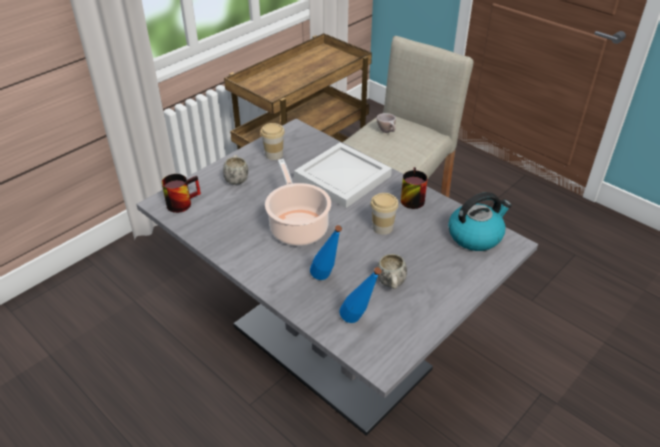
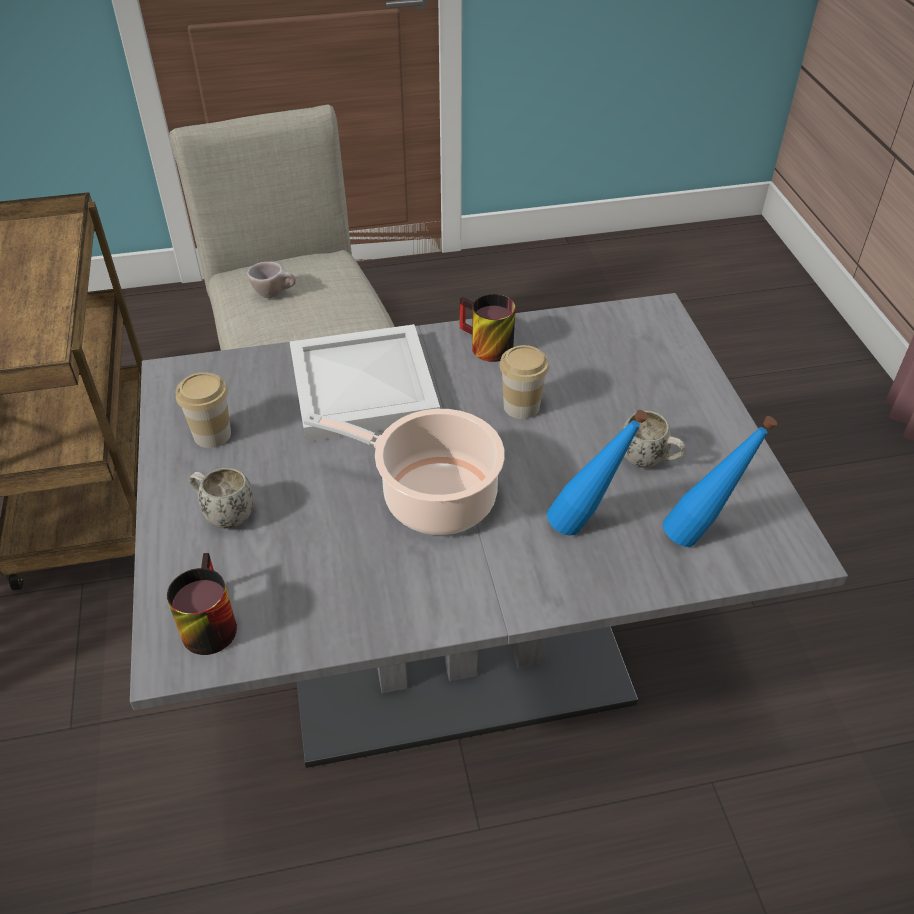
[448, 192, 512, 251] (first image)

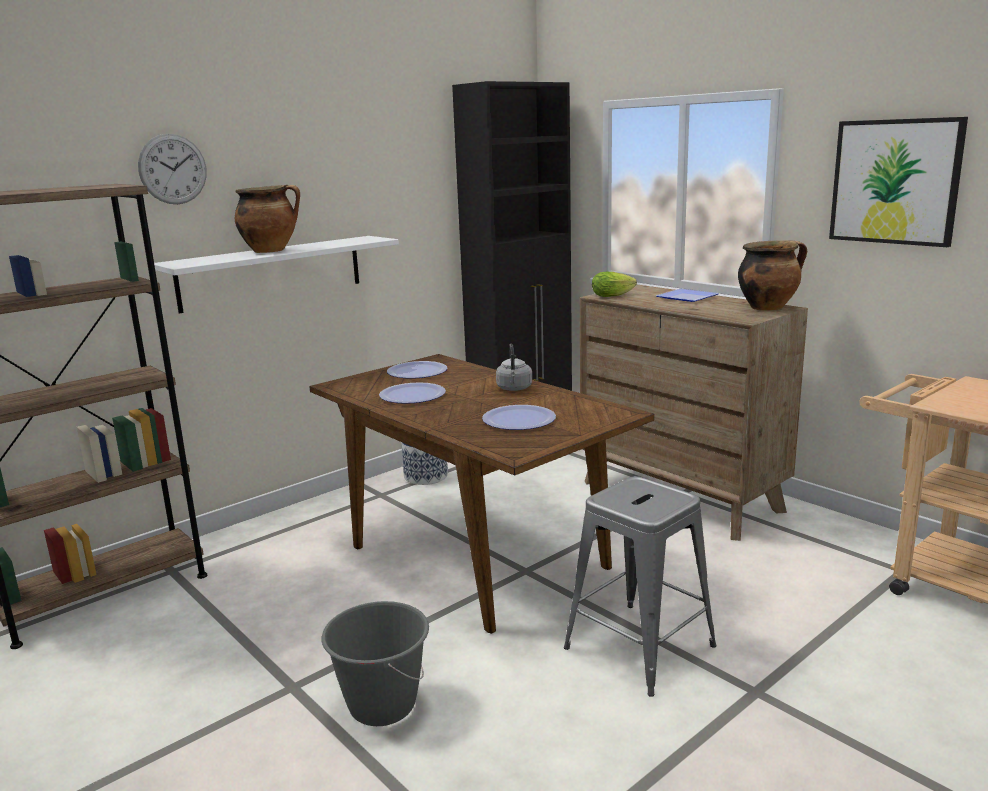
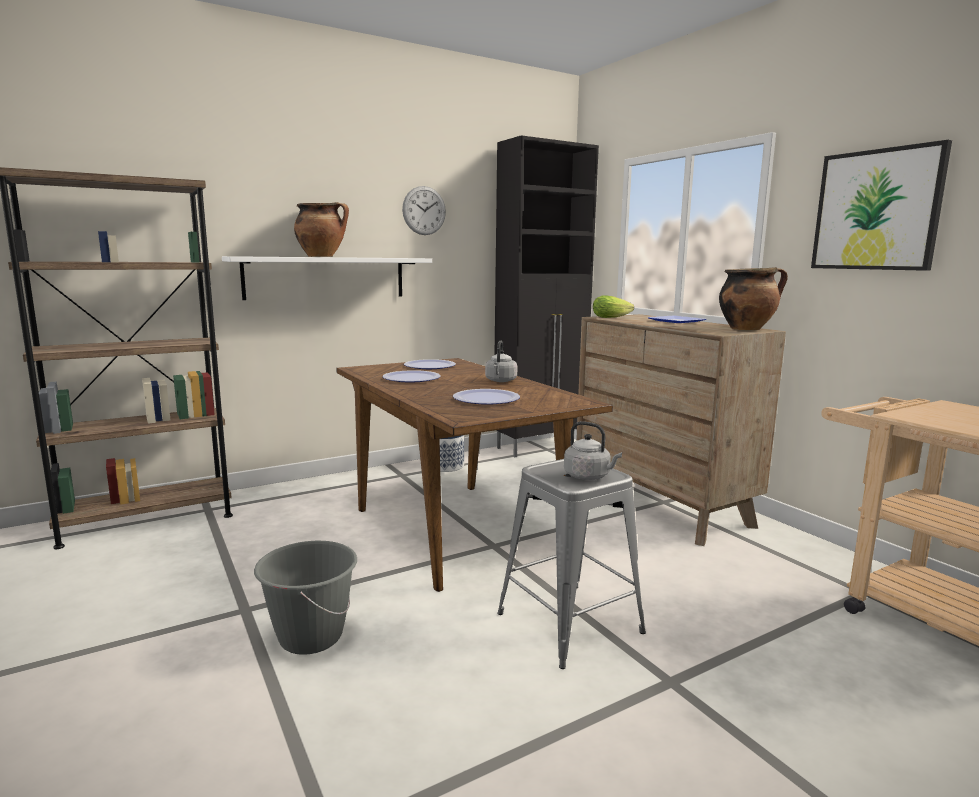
[402, 186, 446, 235]
[564, 421, 622, 480]

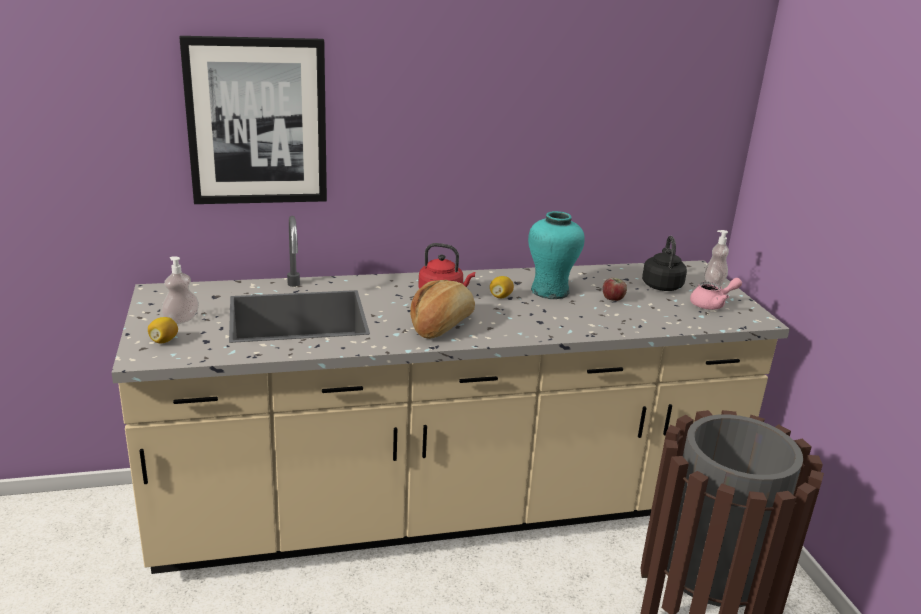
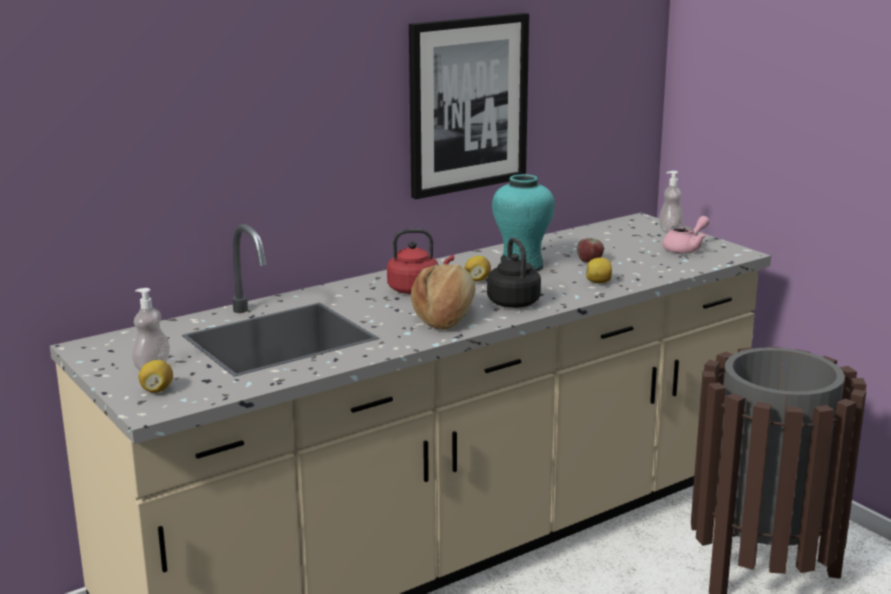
[409, 13, 529, 199]
[487, 237, 541, 308]
[585, 258, 612, 283]

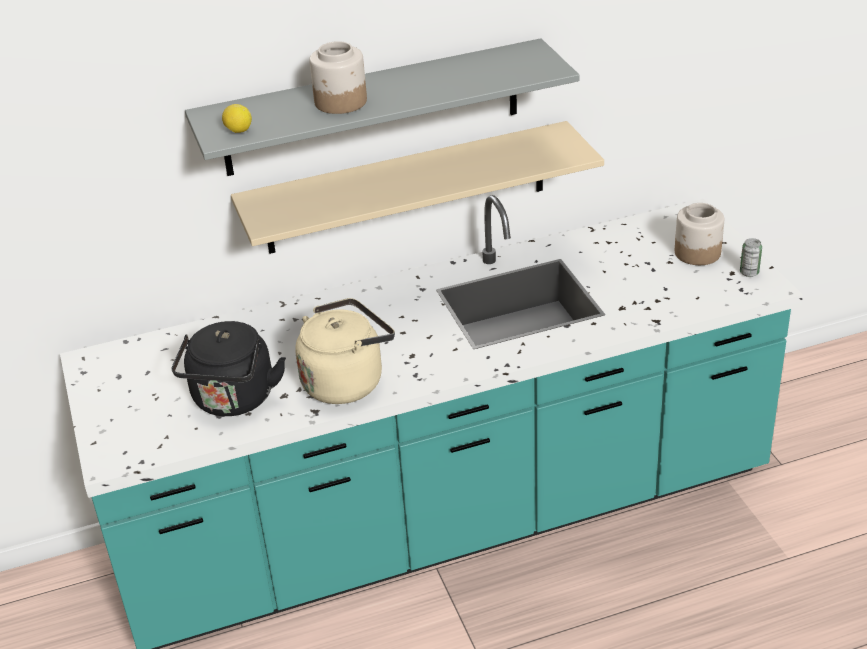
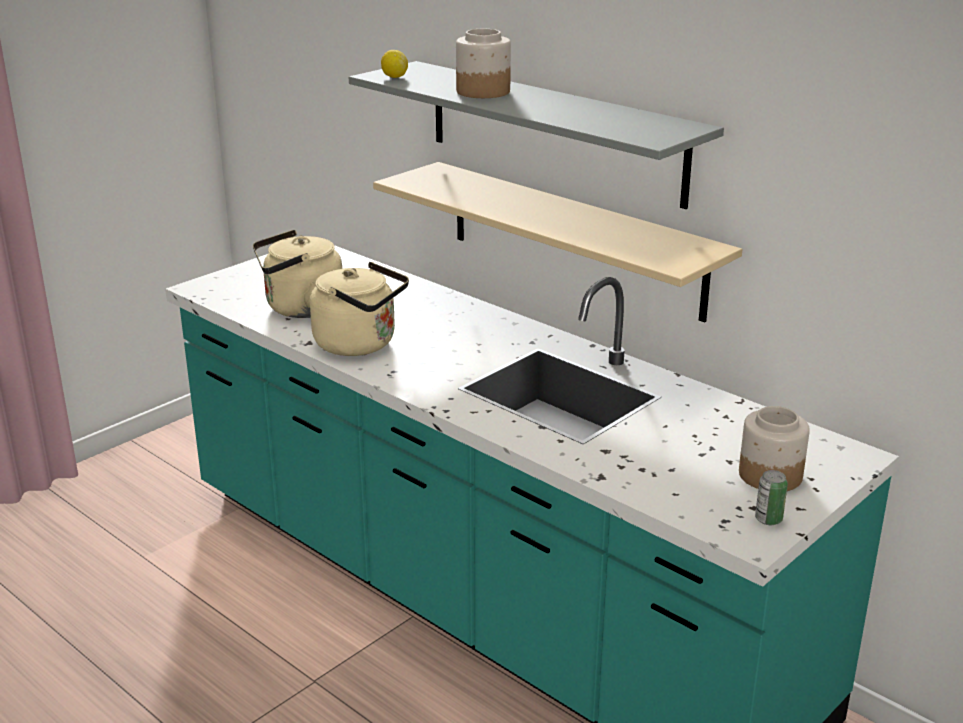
[253, 230, 342, 318]

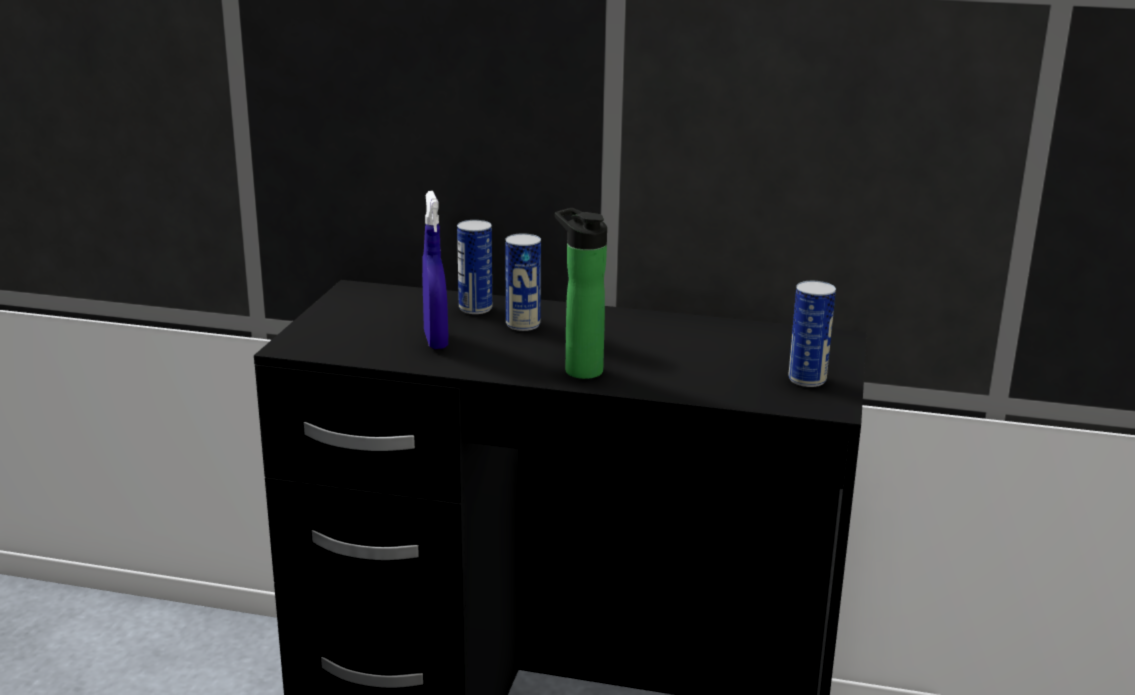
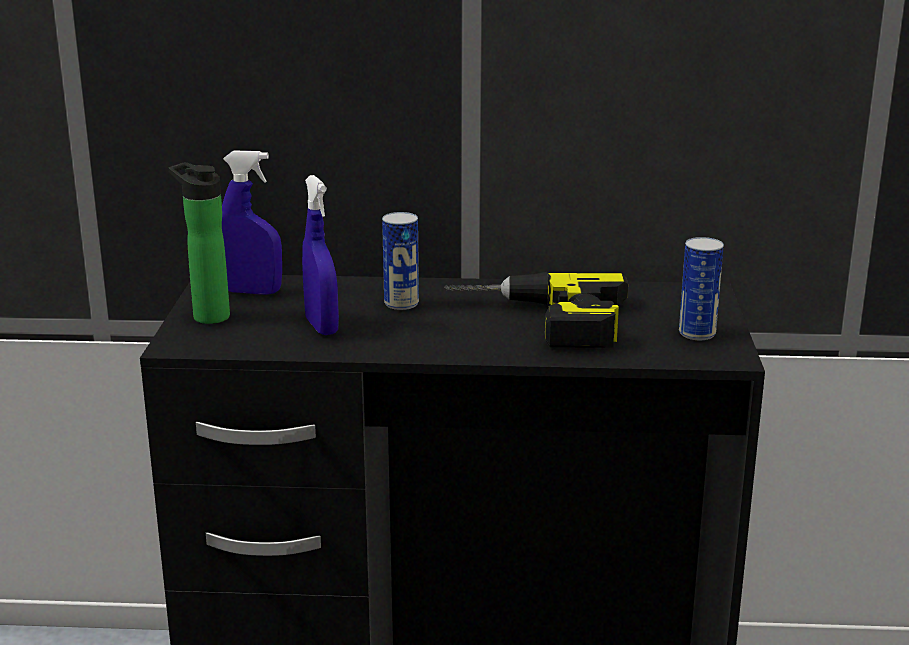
[169, 162, 230, 324]
[457, 220, 492, 314] (first image)
[222, 150, 282, 295]
[444, 272, 628, 348]

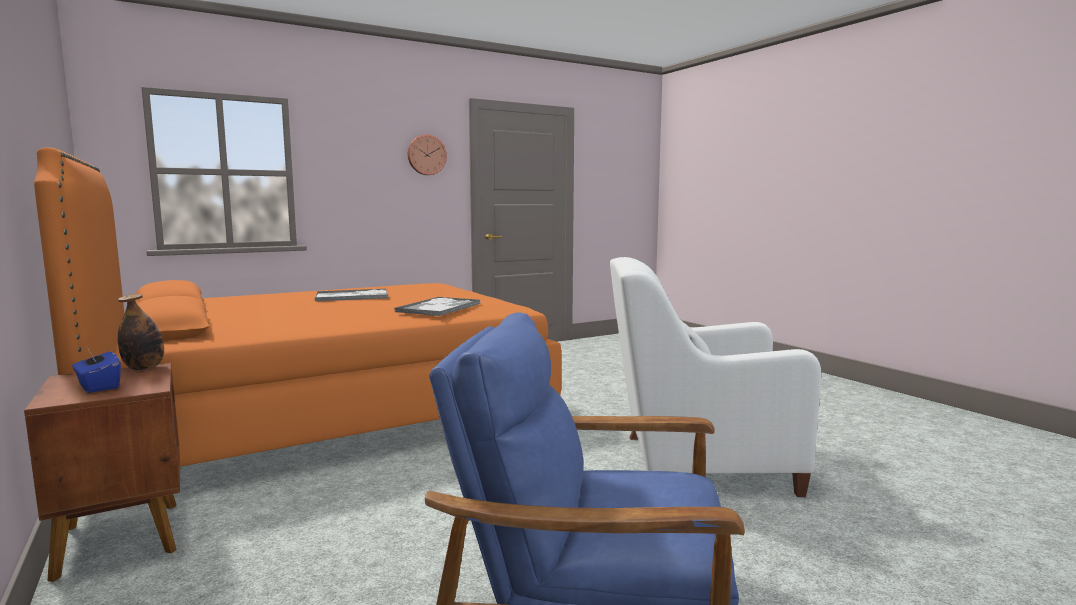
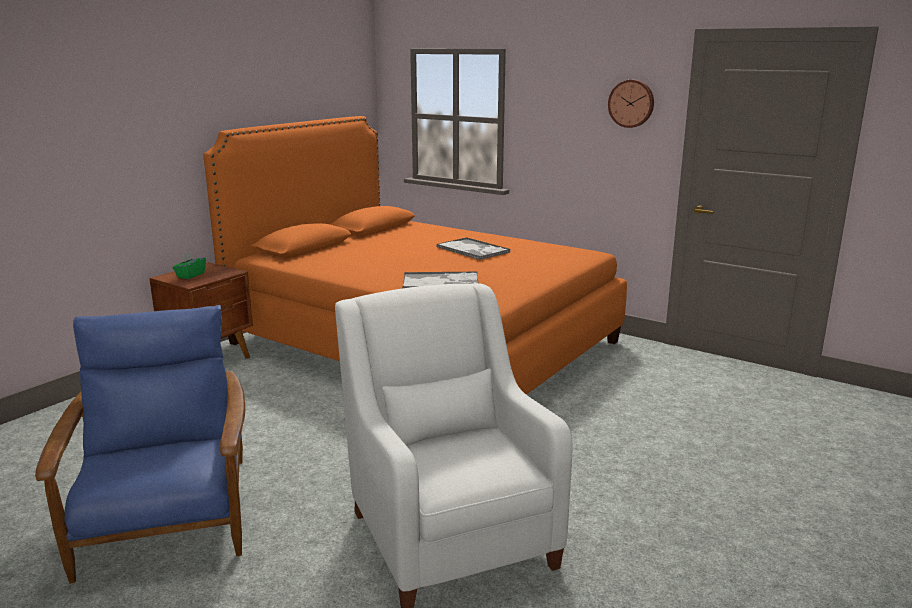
[118, 294, 164, 370] (first image)
[173, 252, 206, 279]

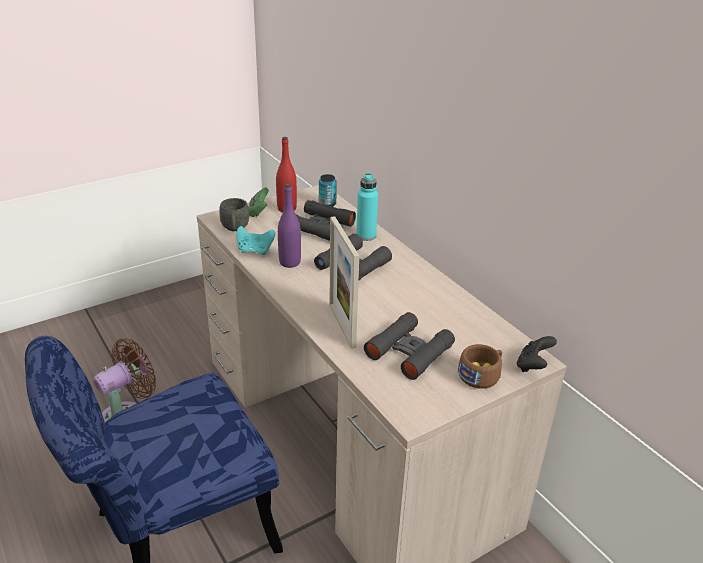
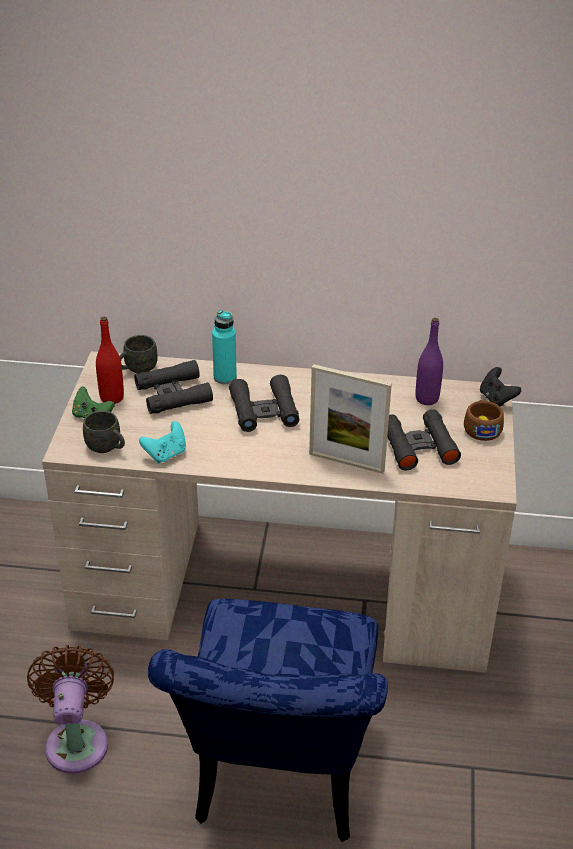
[119, 335, 158, 374]
[416, 318, 443, 405]

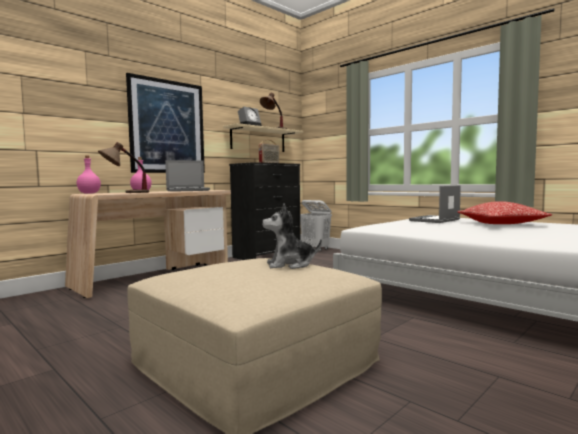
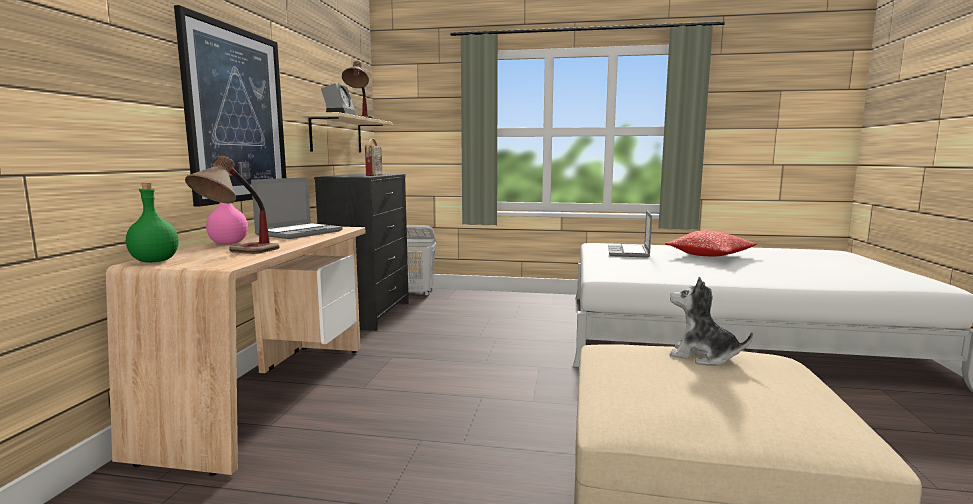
[126, 183, 179, 263]
[670, 277, 753, 366]

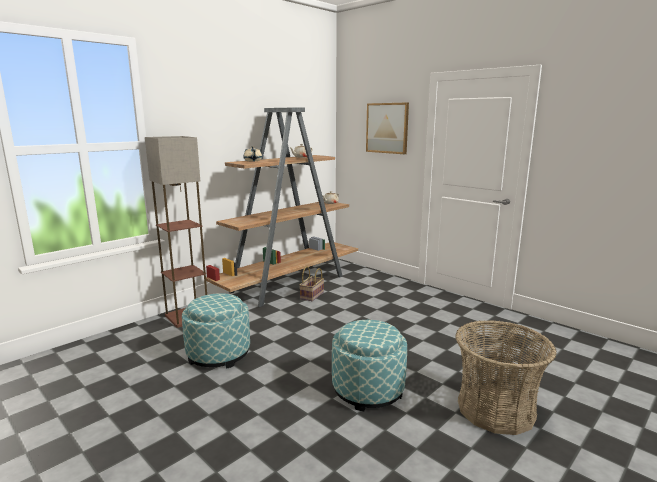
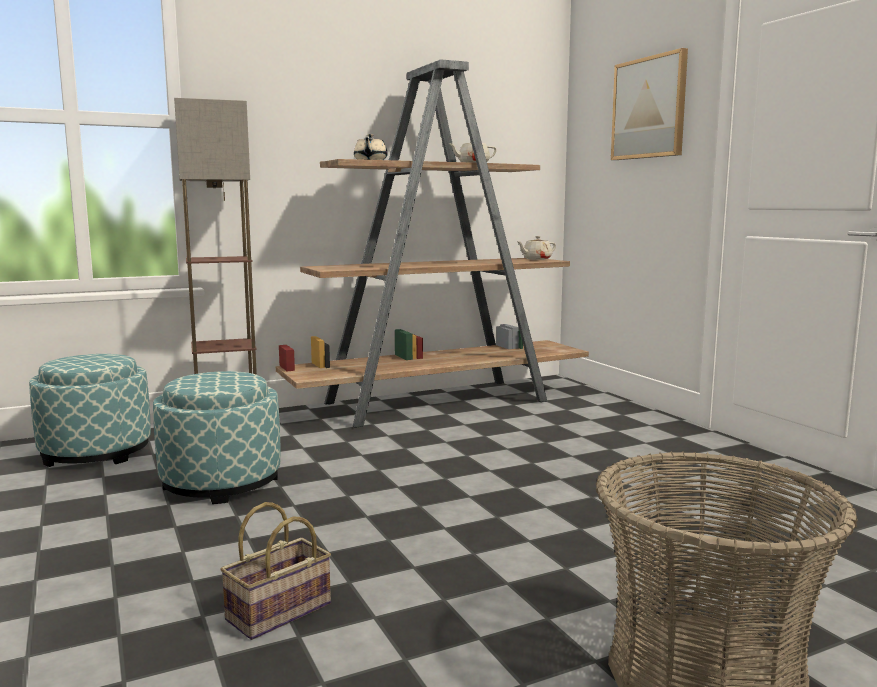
[220, 502, 331, 640]
[29, 354, 151, 467]

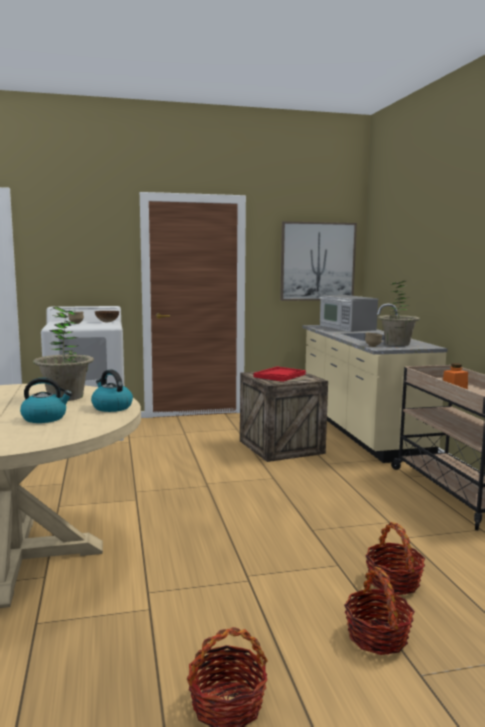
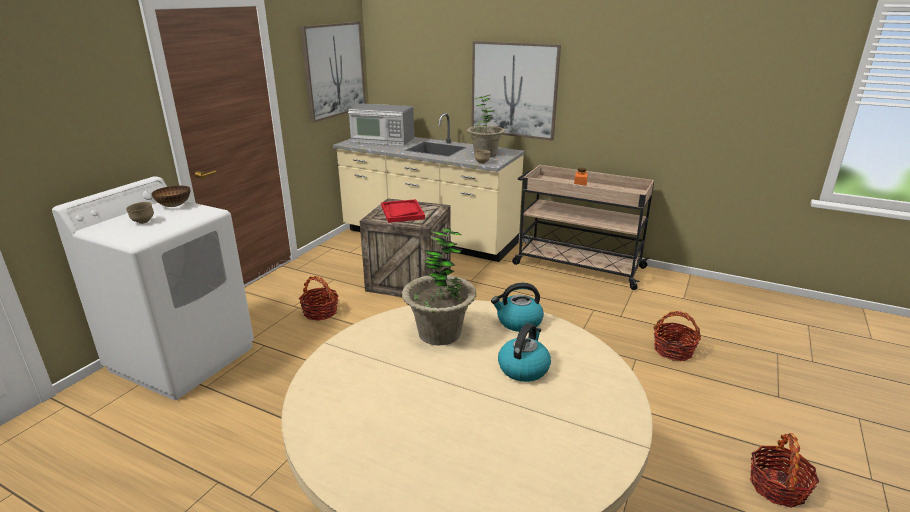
[299, 276, 338, 321]
[471, 41, 561, 141]

